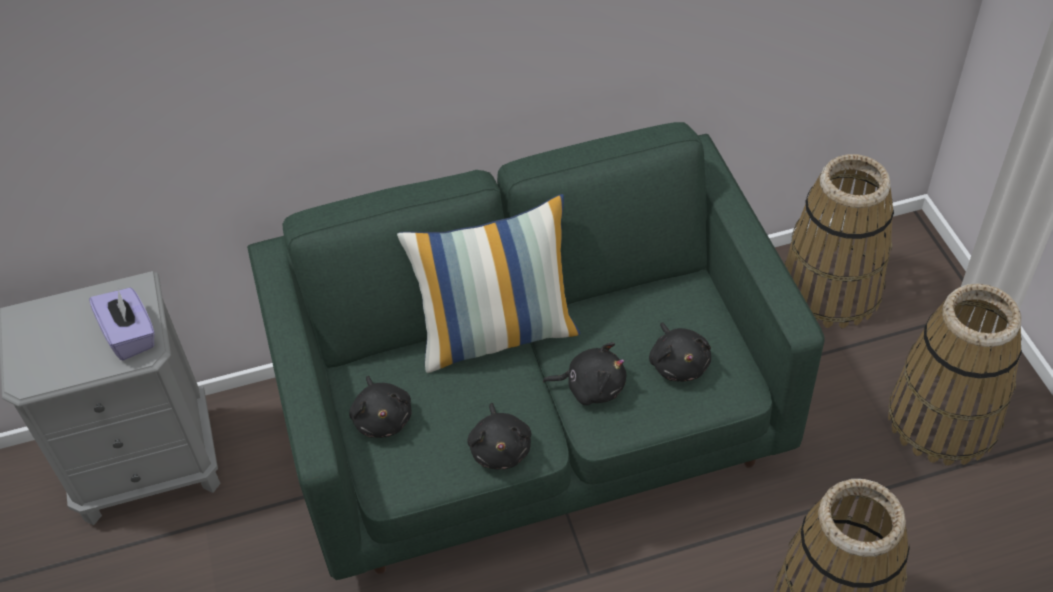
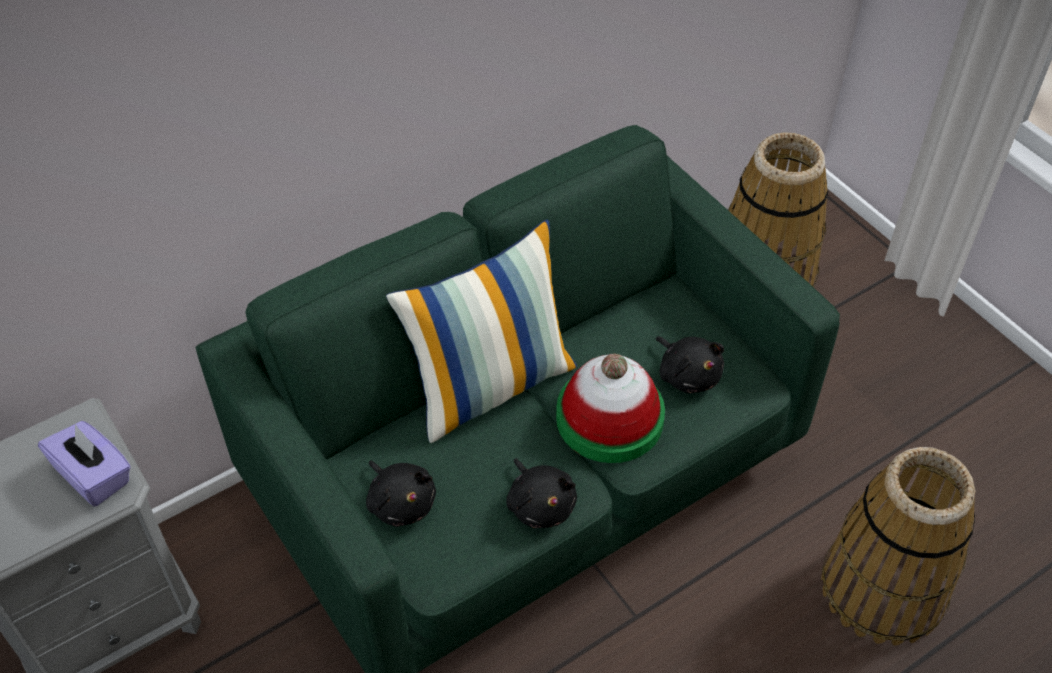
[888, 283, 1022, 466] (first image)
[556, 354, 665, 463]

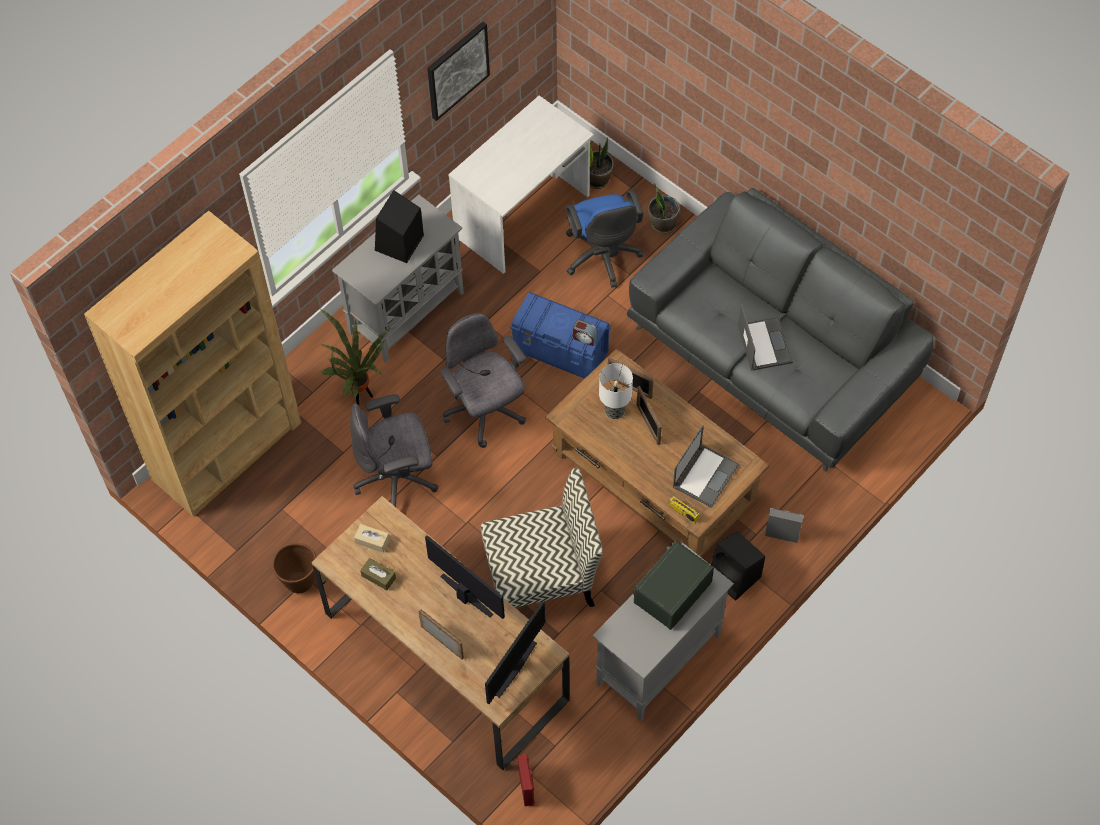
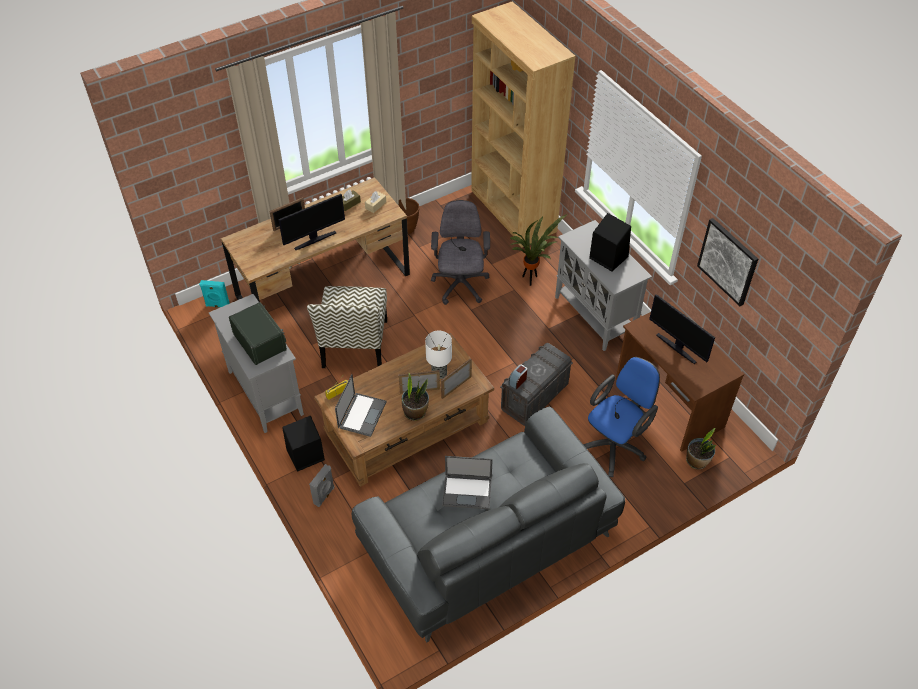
[616, 302, 744, 452]
[402, 373, 429, 421]
[583, 357, 660, 477]
[500, 343, 573, 426]
[440, 313, 526, 448] (first image)
[335, 374, 387, 437]
[649, 294, 715, 364]
[199, 280, 230, 307]

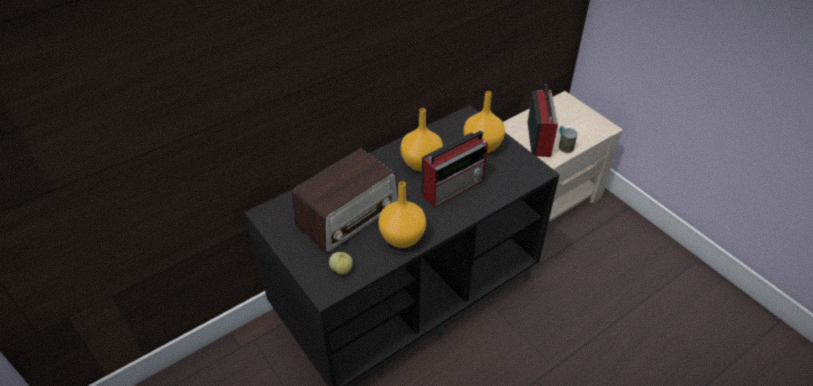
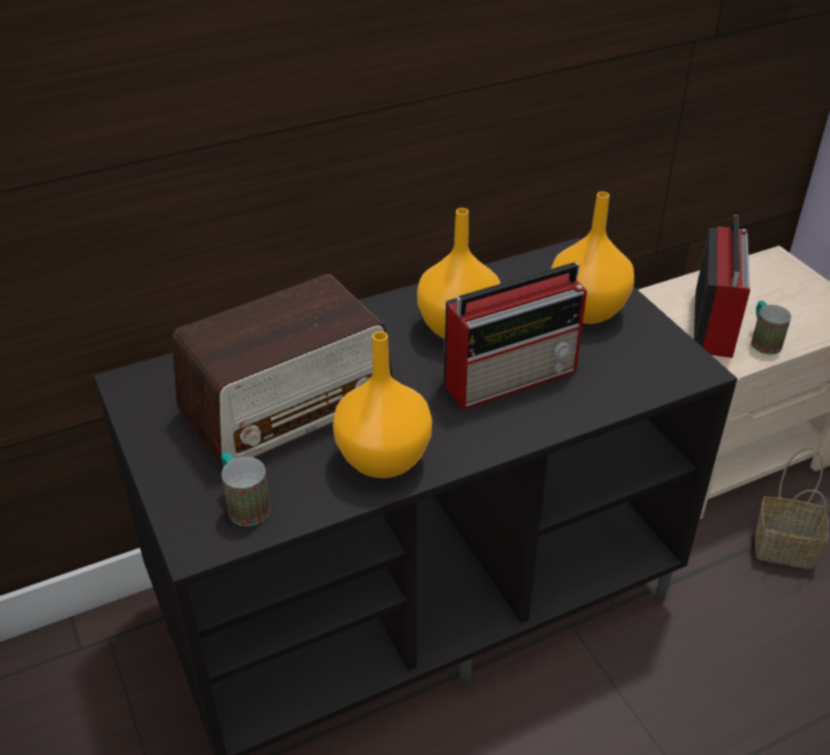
[221, 452, 271, 526]
[755, 448, 828, 569]

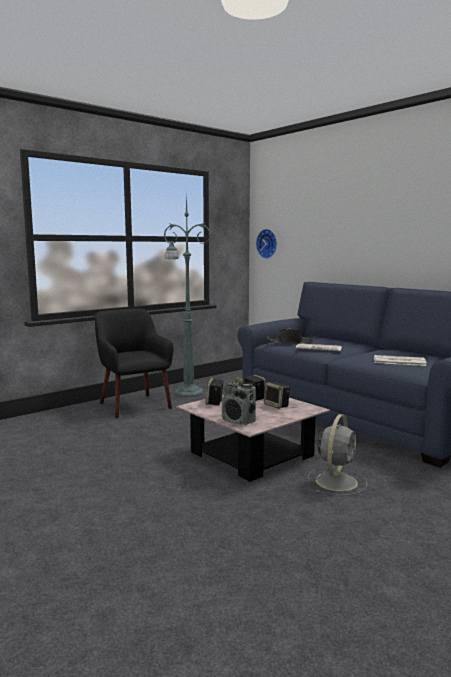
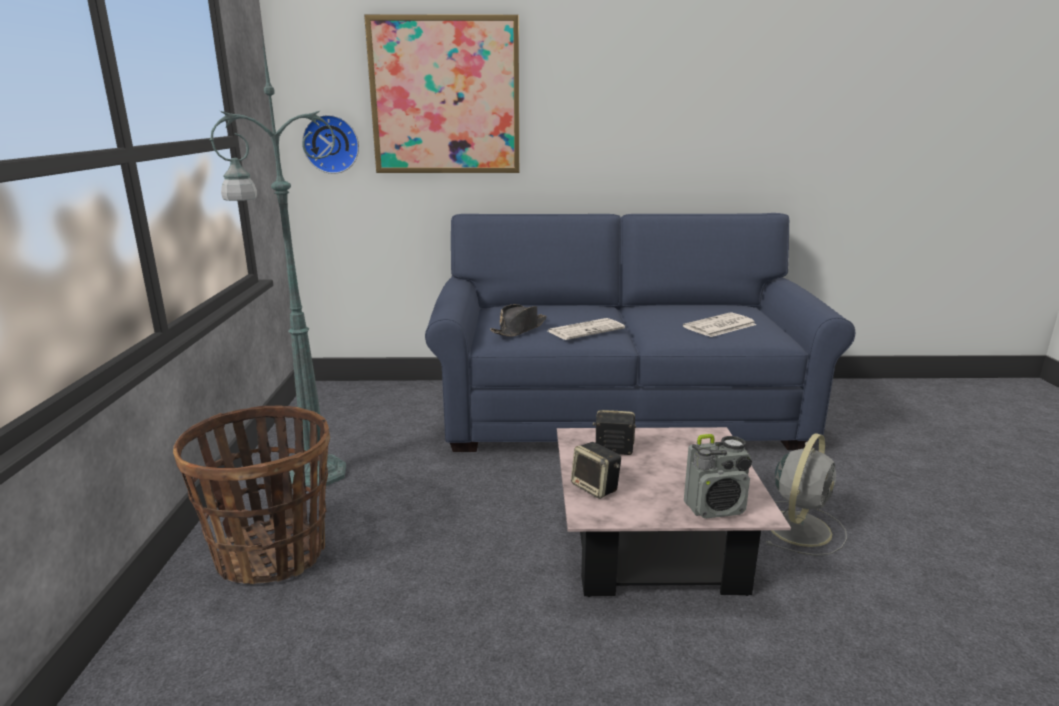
[173, 405, 330, 584]
[264, 382, 290, 409] (first image)
[765, 433, 847, 556]
[364, 14, 519, 173]

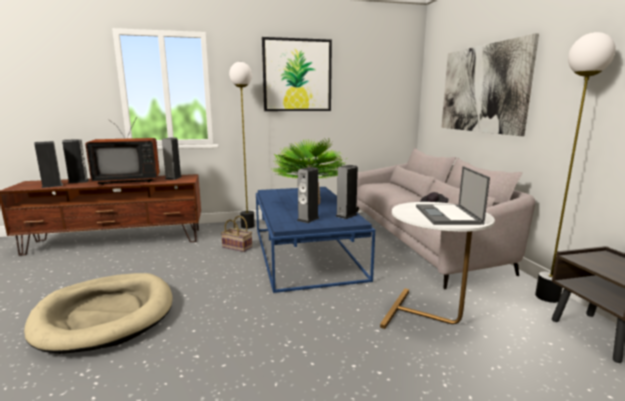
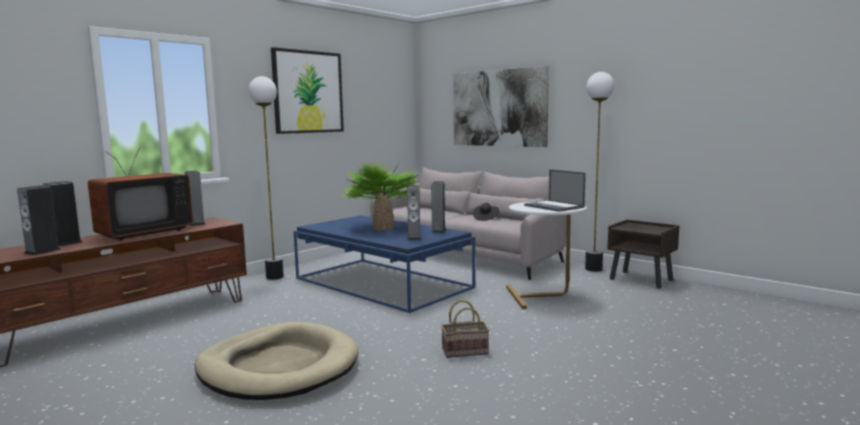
[441, 300, 490, 358]

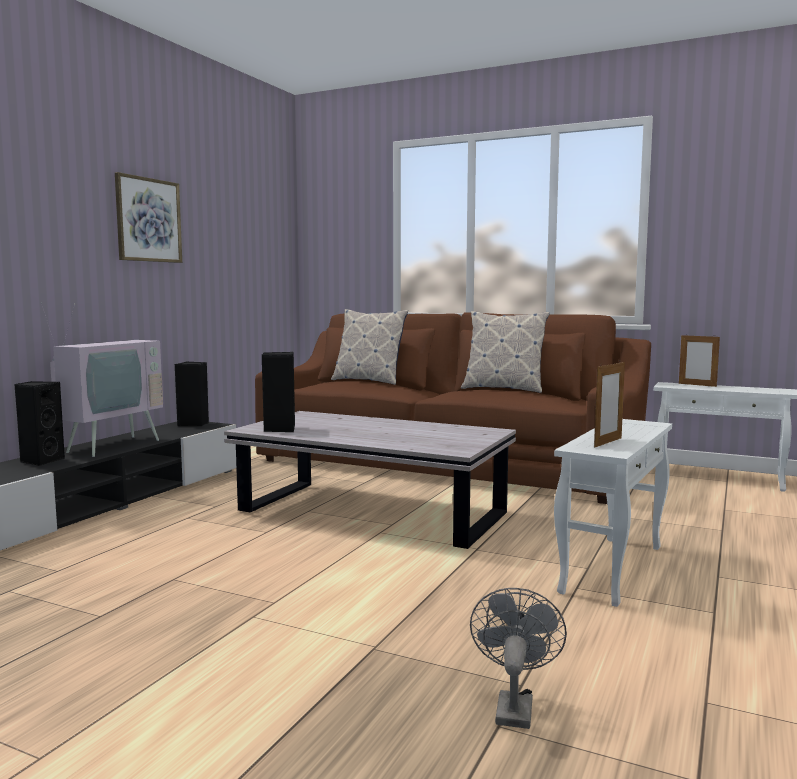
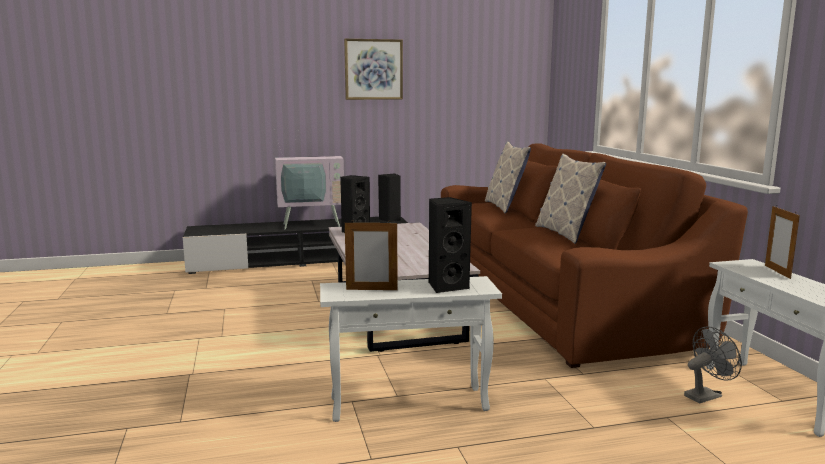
[429, 197, 472, 293]
[684, 326, 742, 403]

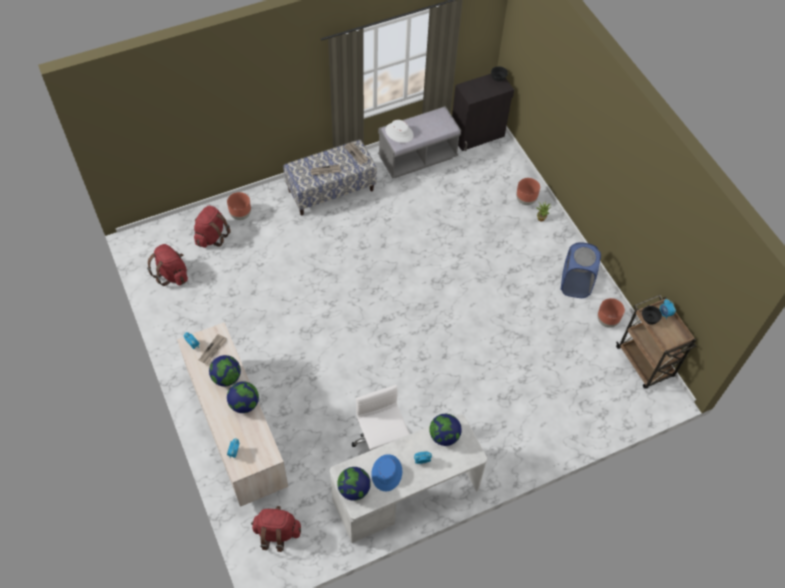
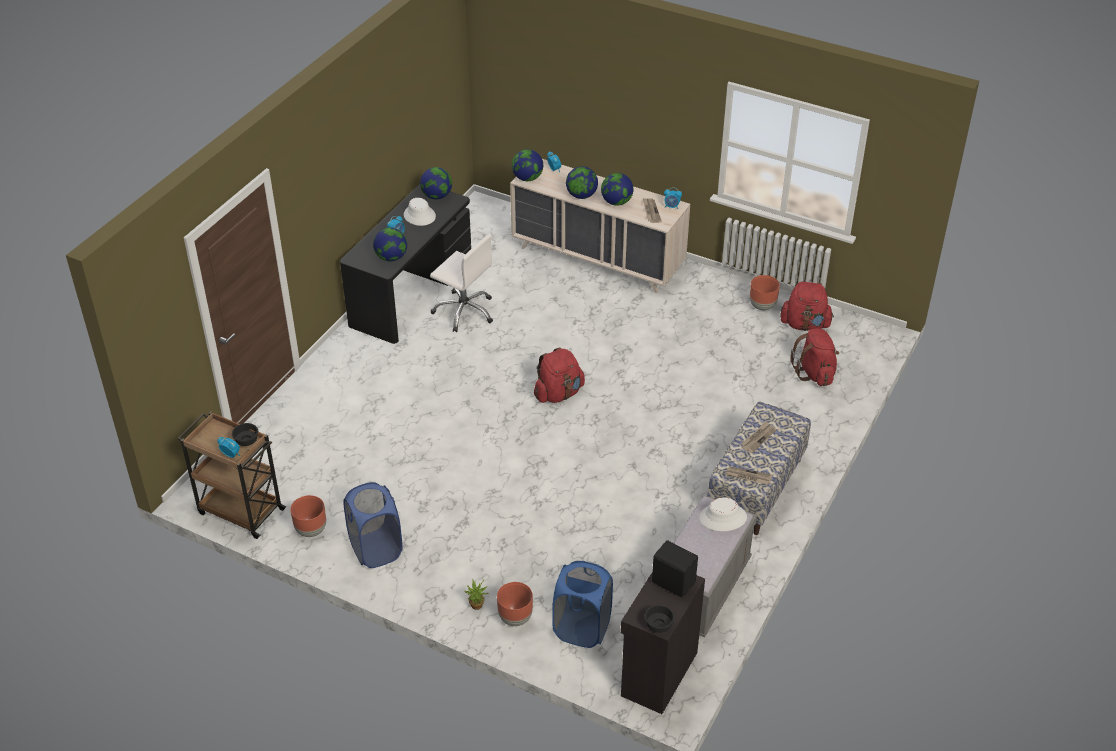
[750, 275, 780, 310]
[340, 184, 471, 344]
[404, 198, 436, 226]
[534, 348, 585, 403]
[512, 149, 543, 181]
[652, 540, 698, 598]
[552, 561, 613, 648]

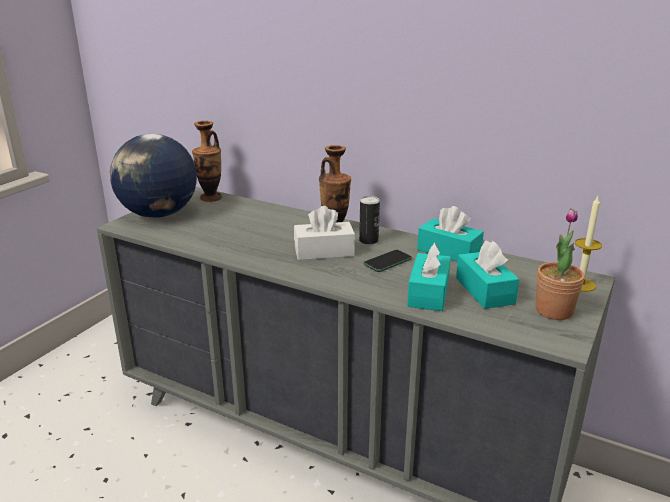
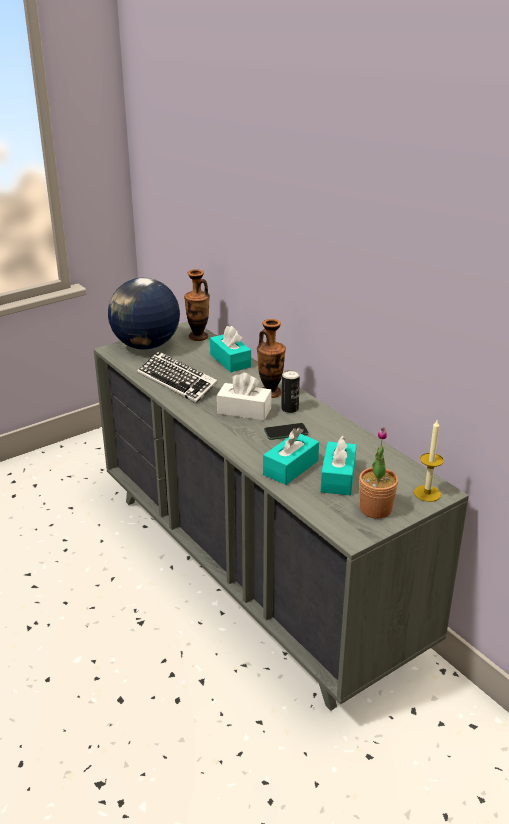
[210, 326, 251, 373]
[137, 351, 218, 403]

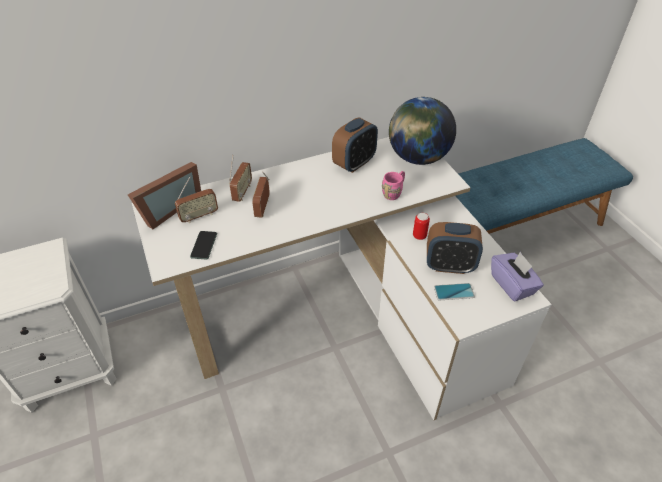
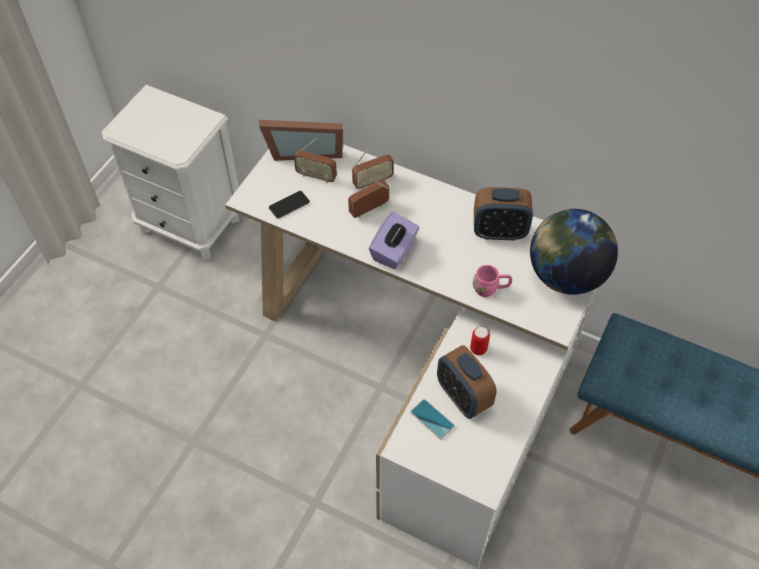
[369, 212, 419, 269]

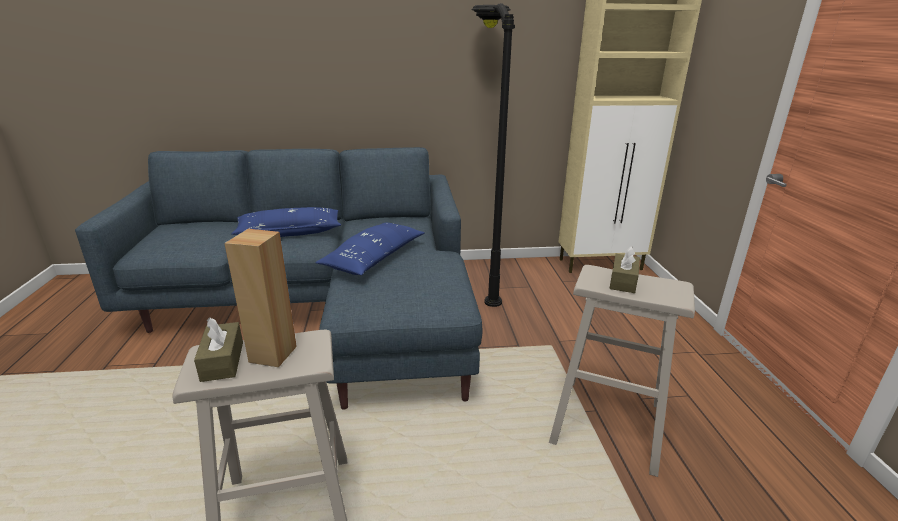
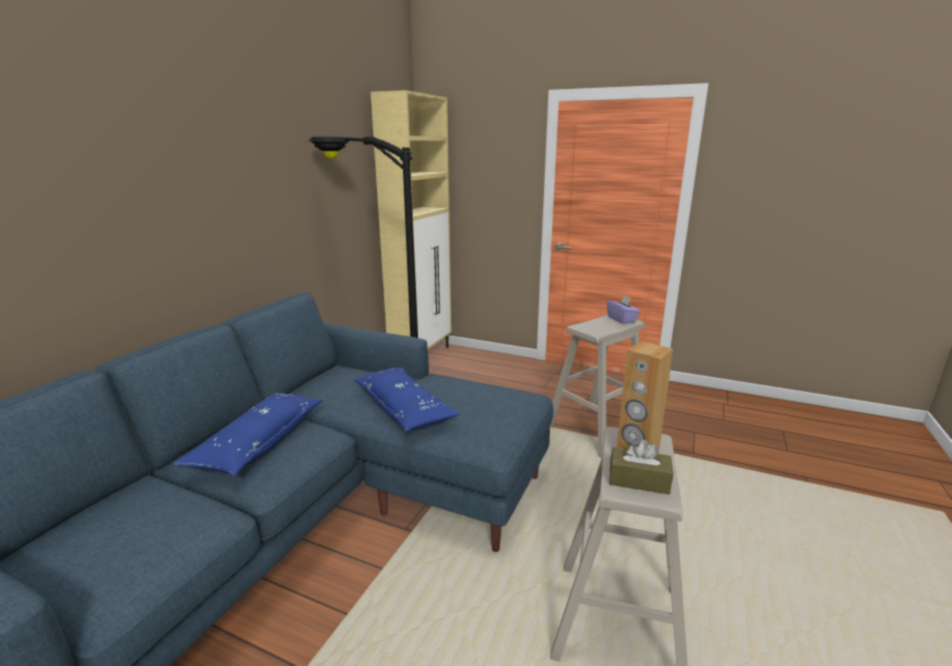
[609, 246, 640, 293] (first image)
[607, 295, 640, 324]

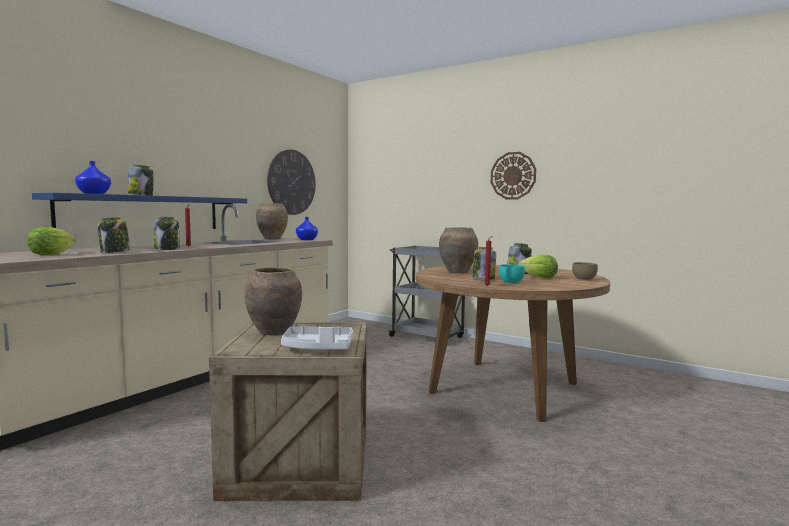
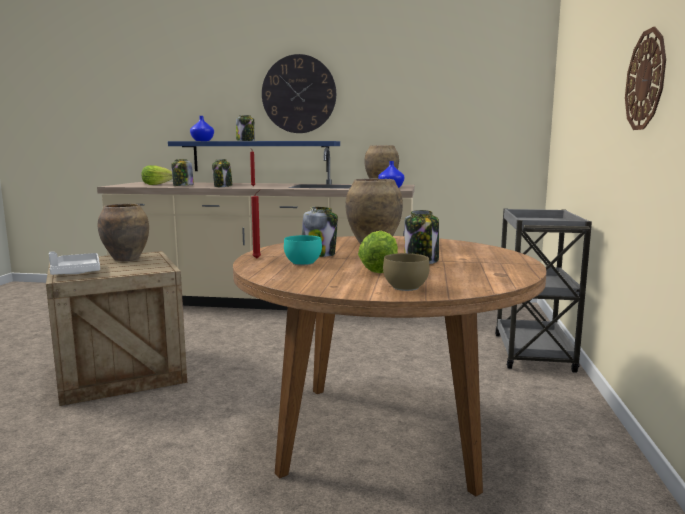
[262, 54, 336, 133]

